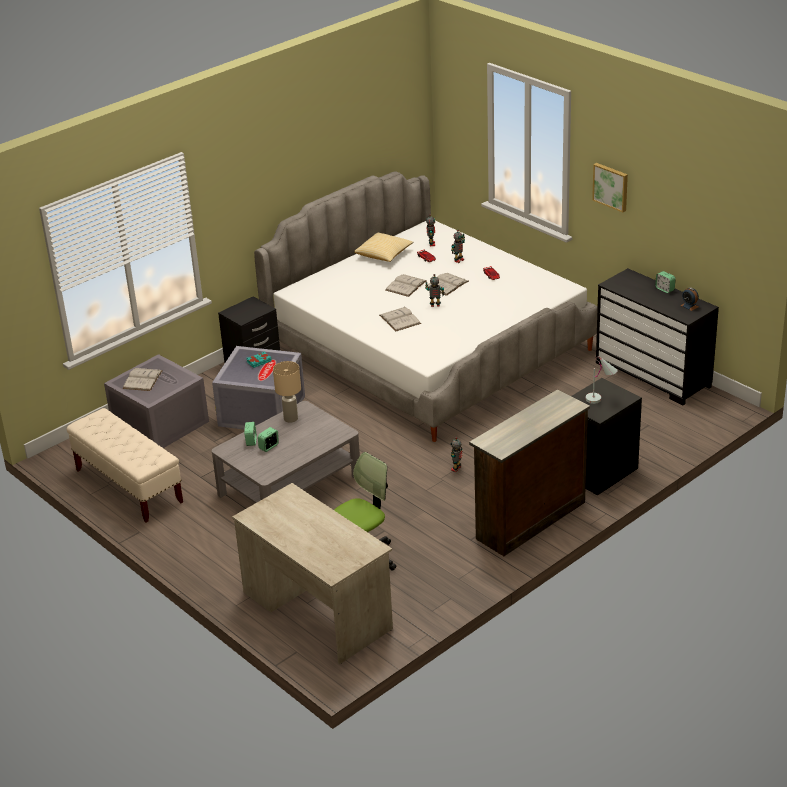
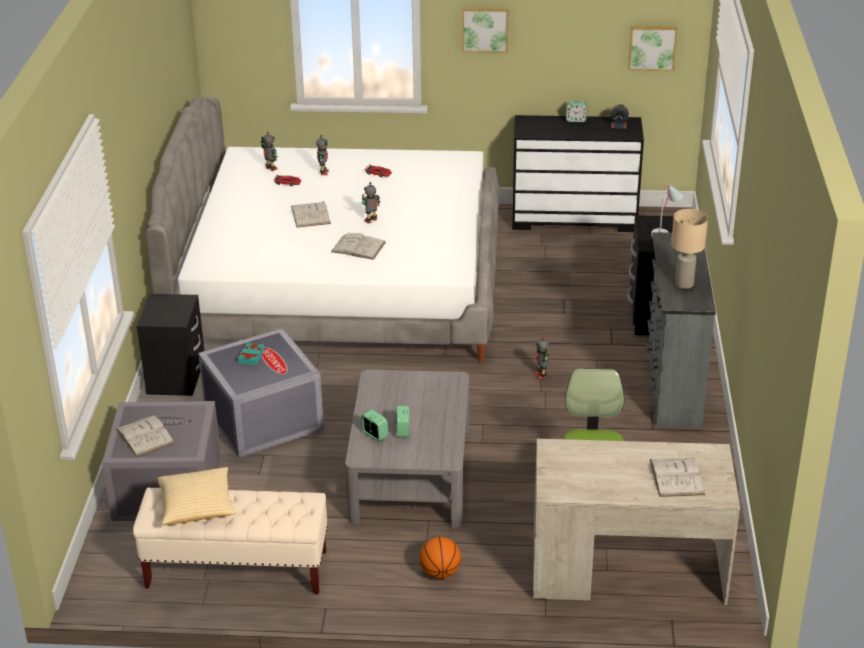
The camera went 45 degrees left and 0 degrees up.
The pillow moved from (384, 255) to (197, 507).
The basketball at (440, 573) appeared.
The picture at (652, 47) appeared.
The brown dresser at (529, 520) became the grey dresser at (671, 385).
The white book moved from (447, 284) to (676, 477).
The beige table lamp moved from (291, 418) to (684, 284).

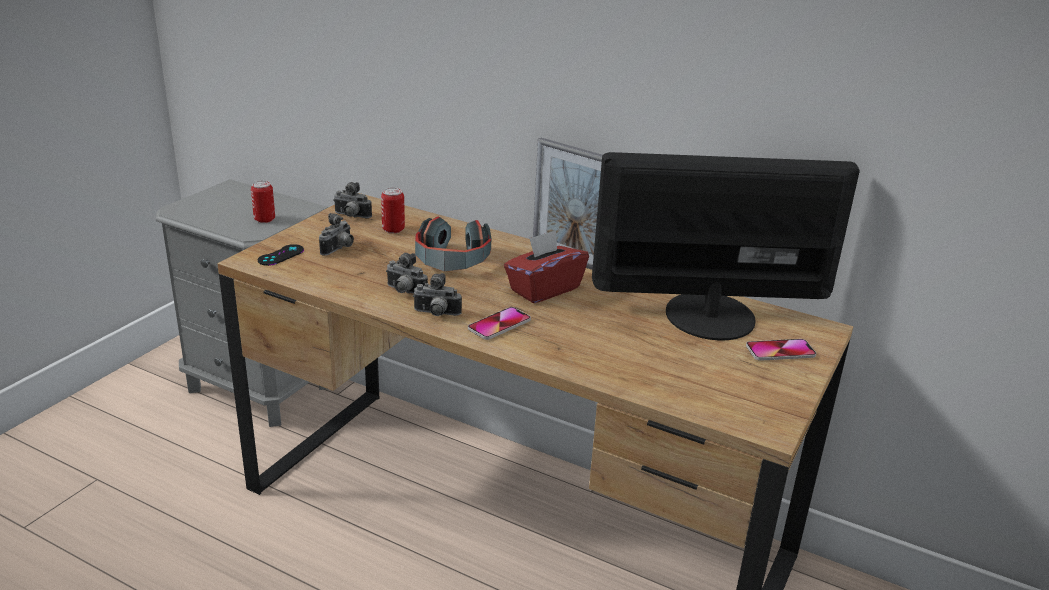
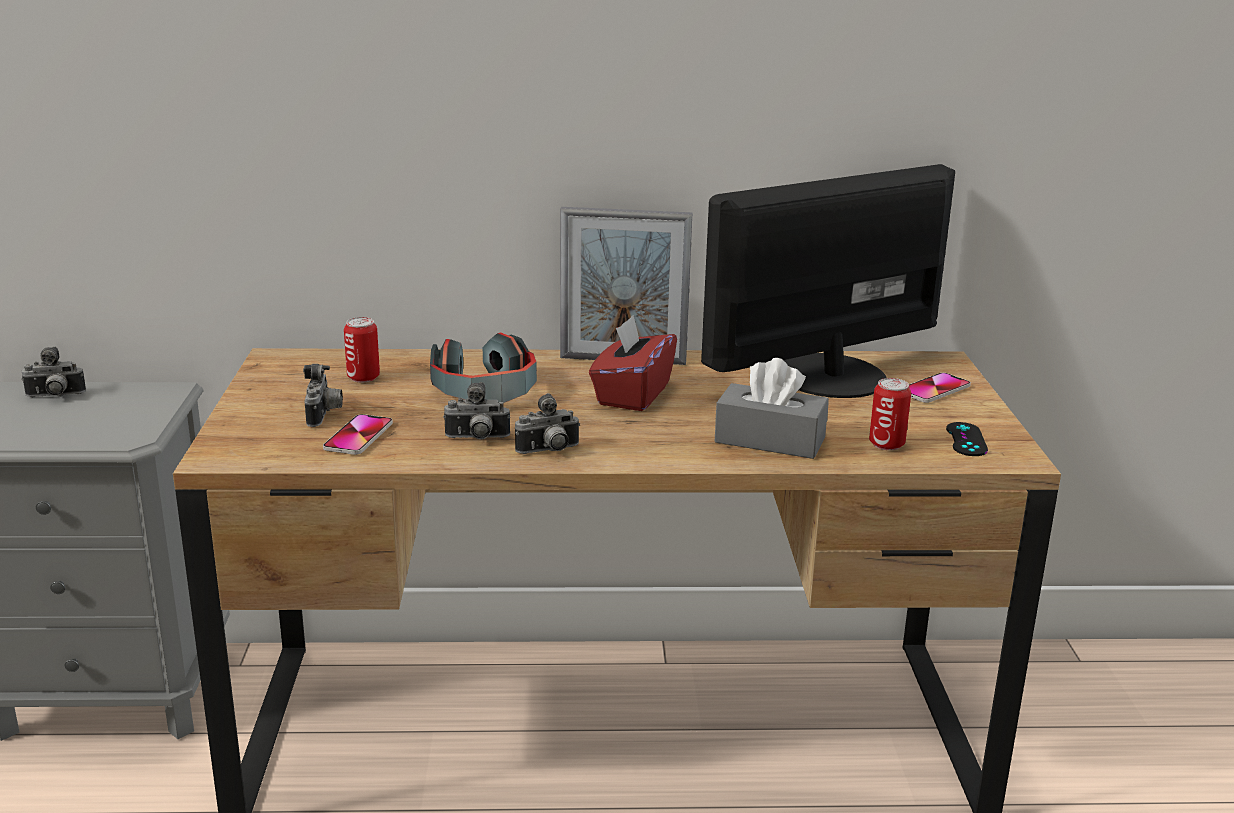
The camera went 30 degrees left and 5 degrees down.
The photo camera moved from (351, 216) to (55, 396).
The phone moved from (499, 325) to (358, 436).
The grey tissue box at (770, 440) appeared.
The can moved from (264, 219) to (886, 444).
The black game controller moved from (281, 255) to (966, 440).

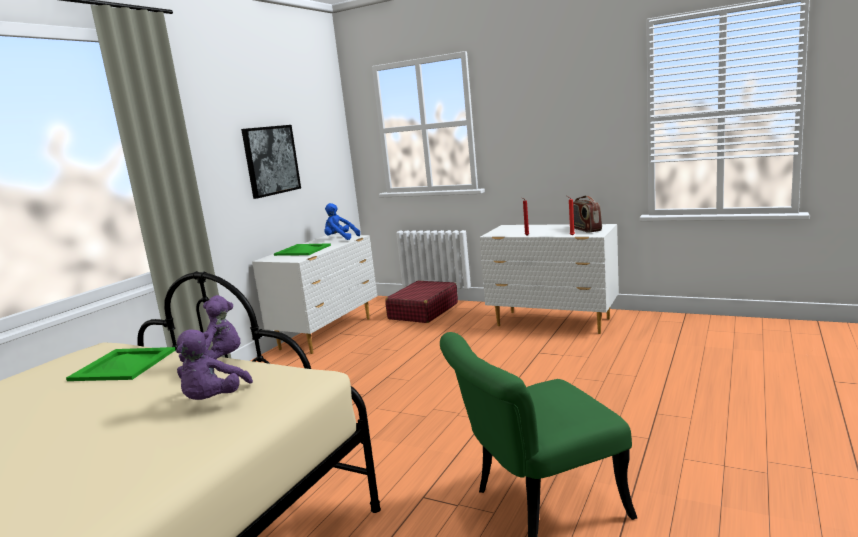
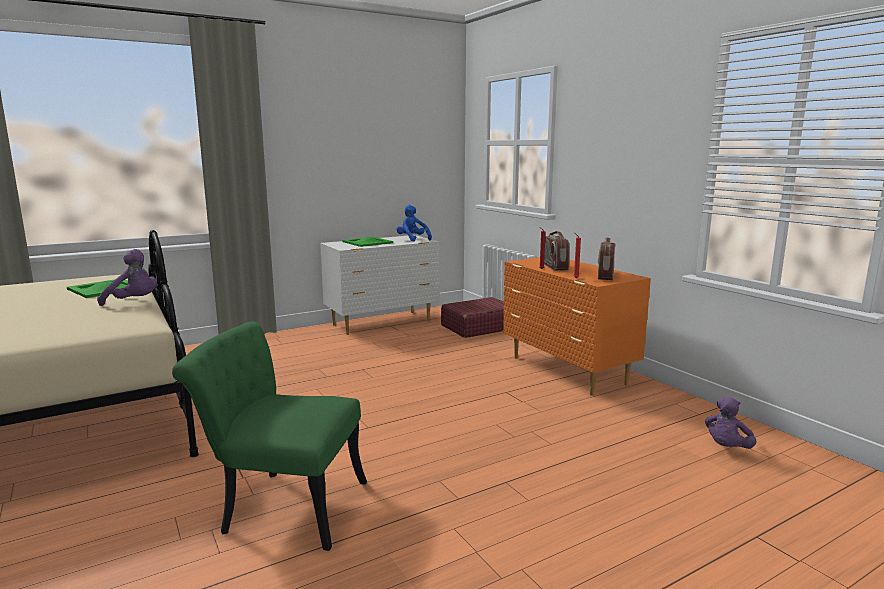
The camera went 30 degrees right and 0 degrees up.
The white dresser at (553, 323) became the orange dresser at (567, 371).
The radio at (554, 267) appeared.
The purple plush toy moved from (214, 401) to (727, 448).
The picture at (271, 160) disappeared.

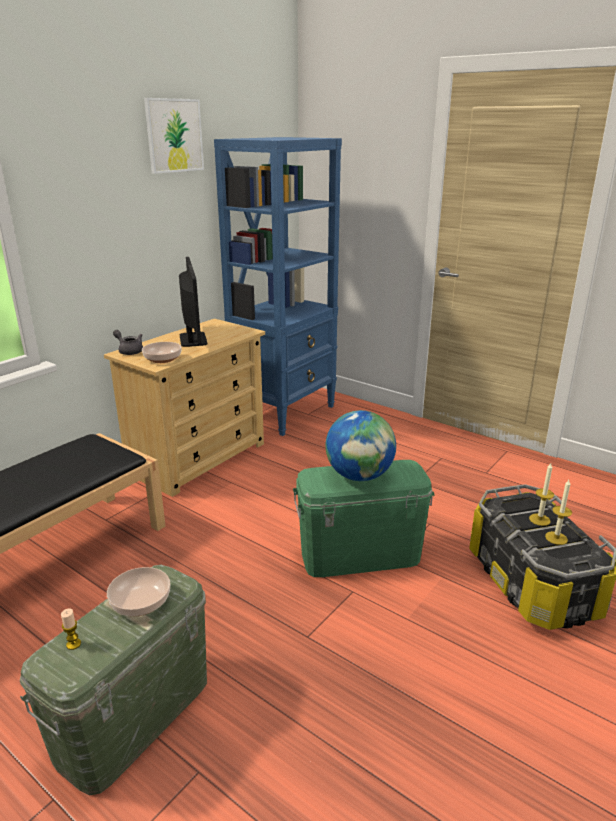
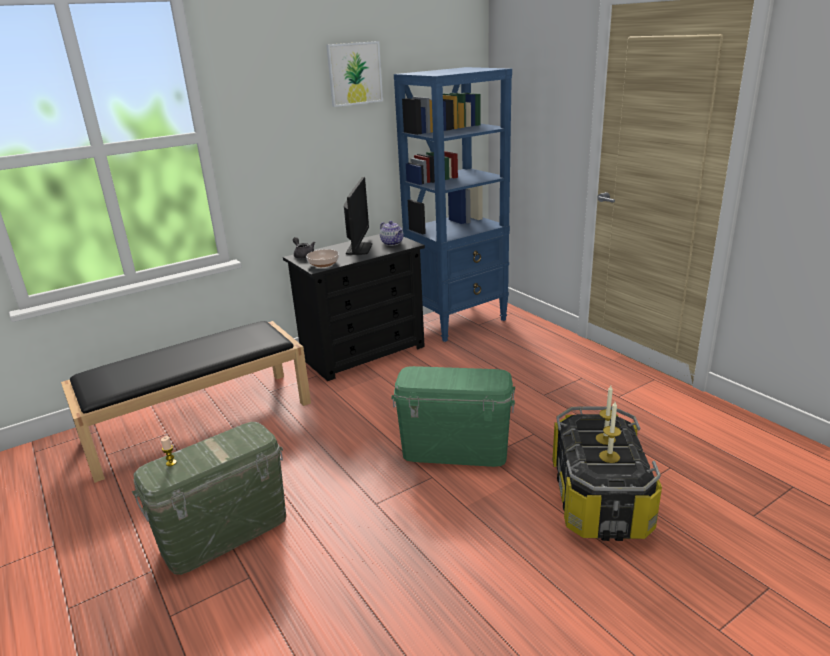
The camera went 20 degrees right and 0 degrees up.
The beige dresser at (198, 458) became the black dresser at (364, 352).
The teapot at (392, 243) appeared.
The bowl at (139, 602) disappeared.
The globe at (359, 476) disappeared.

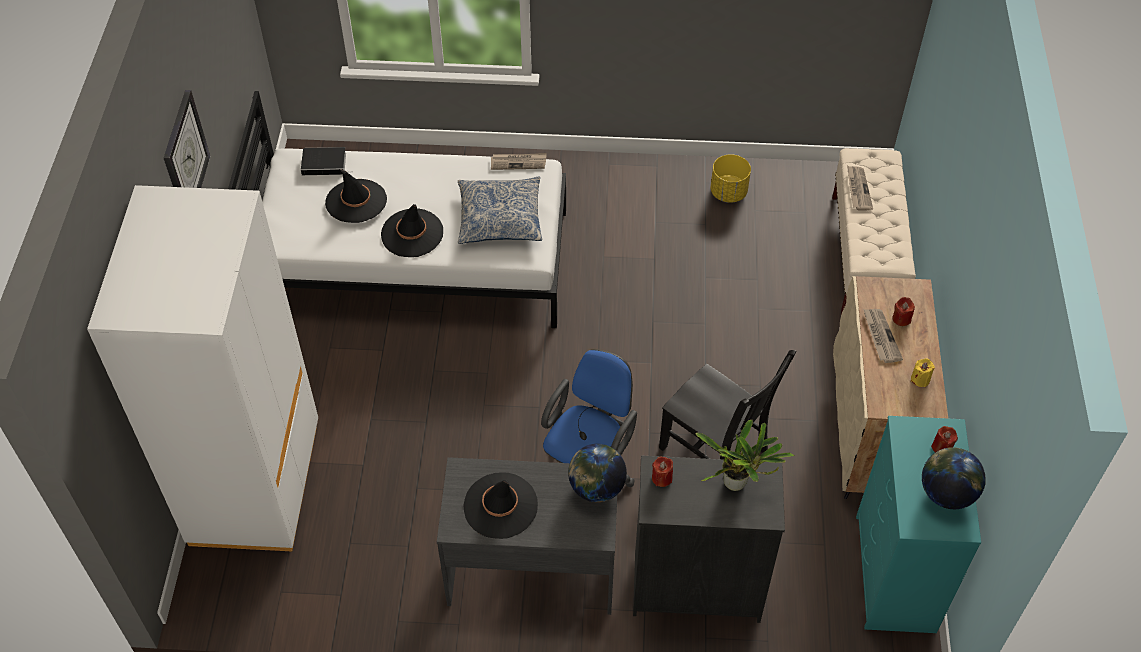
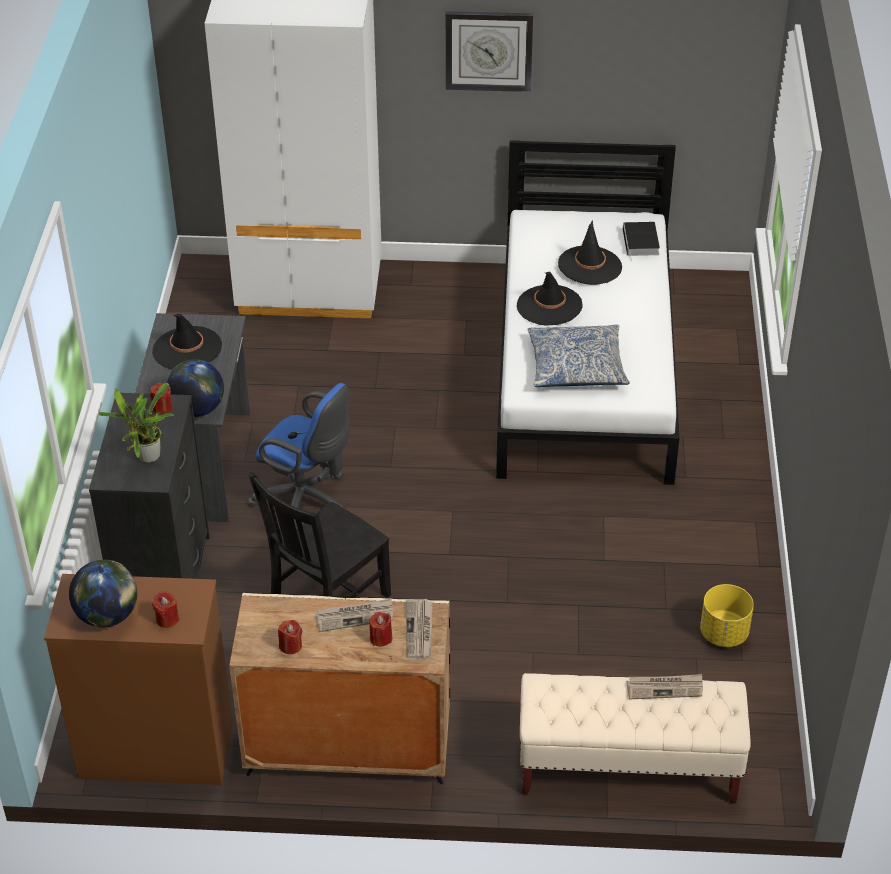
The camera went 90 degrees right and 10 degrees down.
The turquoise dresser at (895, 574) became the brown dresser at (155, 749).
The yellow candle at (920, 379) became the red candle at (290, 646).
The newspaper moved from (518, 162) to (419, 631).

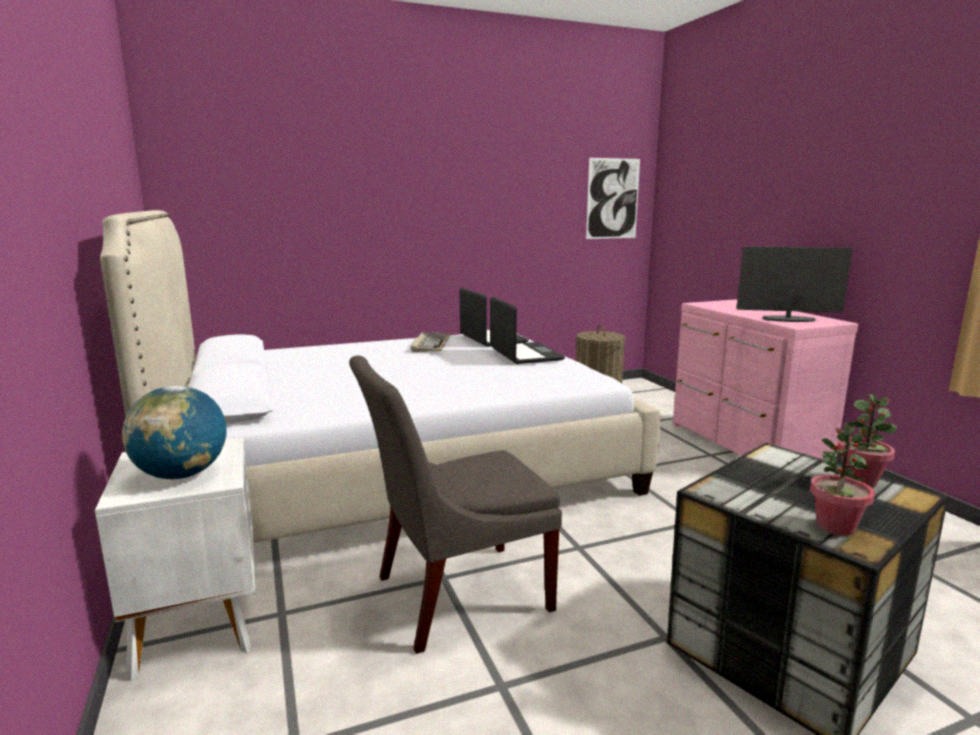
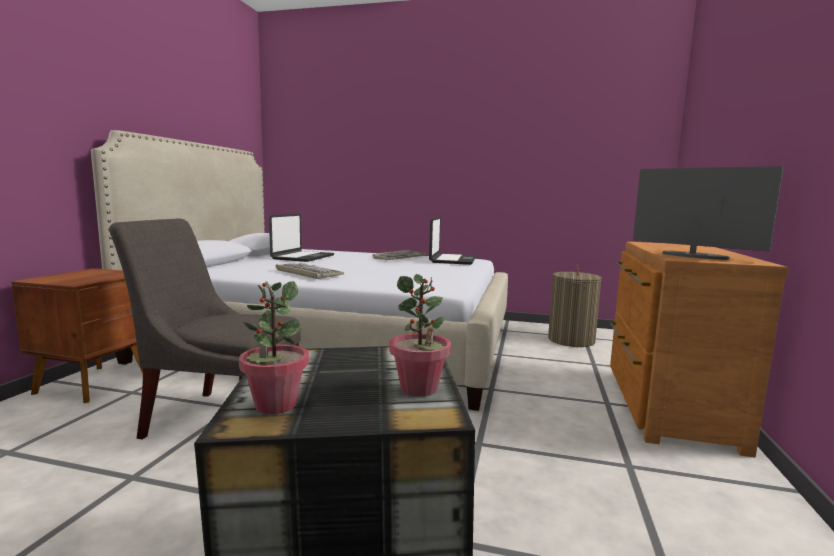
The camera went 35 degrees right and 5 degrees down.
The white nightstand at (198, 625) became the brown nightstand at (96, 383).
The laptop moved from (524, 354) to (302, 257).
The keyboard at (307, 273) appeared.
The pink dresser at (744, 445) became the brown dresser at (665, 406).
The globe at (182, 475) disappeared.
The picture at (613, 198) disappeared.

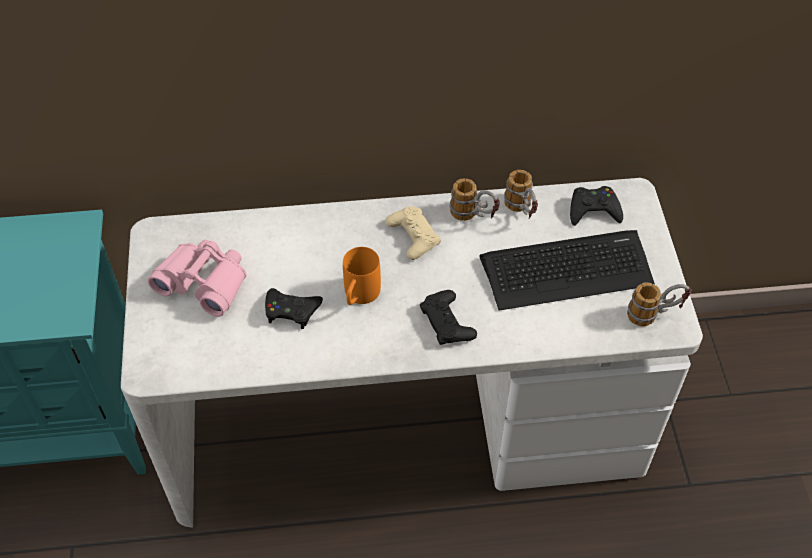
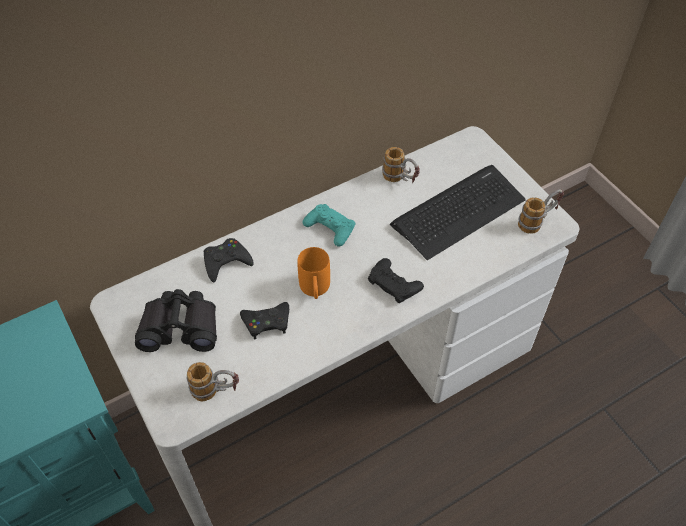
The camera went 25 degrees left and 0 degrees up.
The pink binoculars at (204, 282) became the black binoculars at (180, 327).
The mug moved from (474, 216) to (216, 391).
The black game controller moved from (593, 210) to (226, 262).
The beige game controller at (413, 236) became the turquoise game controller at (330, 228).

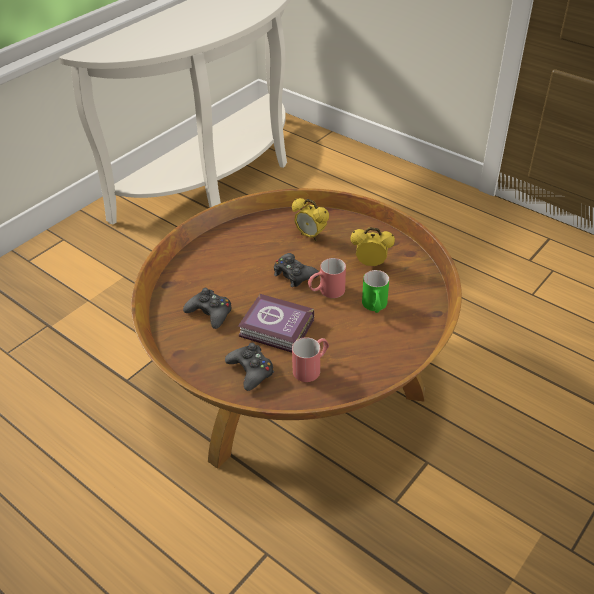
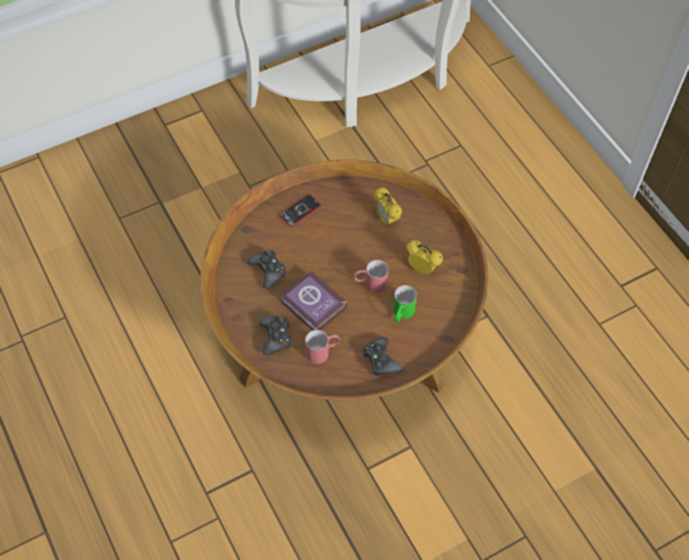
The camera went 20 degrees right and 15 degrees up.
The phone at (300, 211) appeared.
The black game controller moved from (294, 274) to (381, 360).

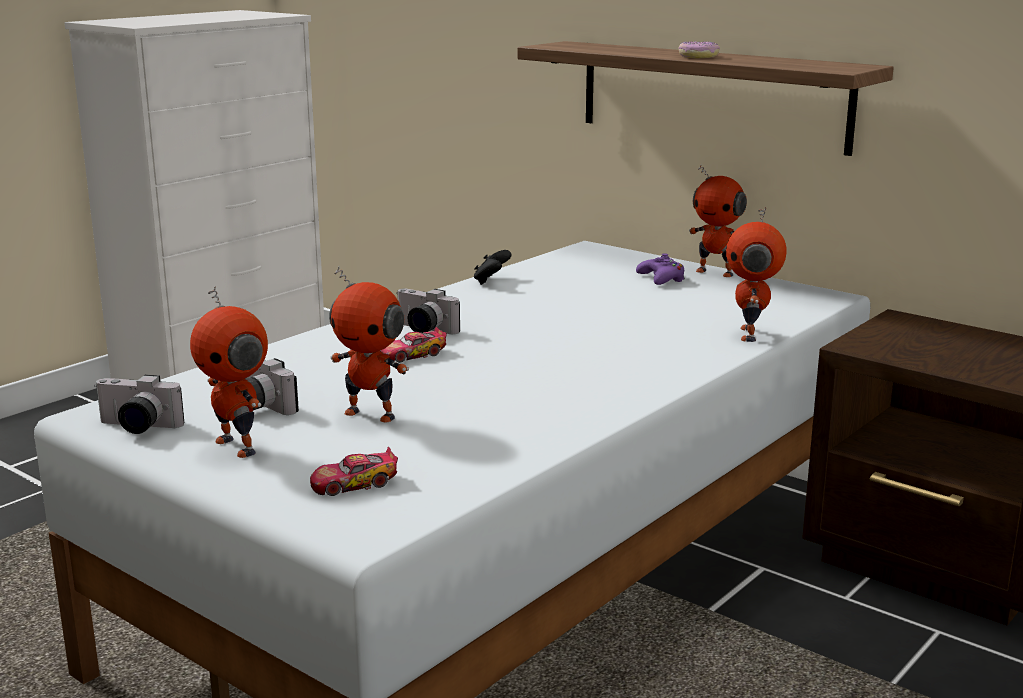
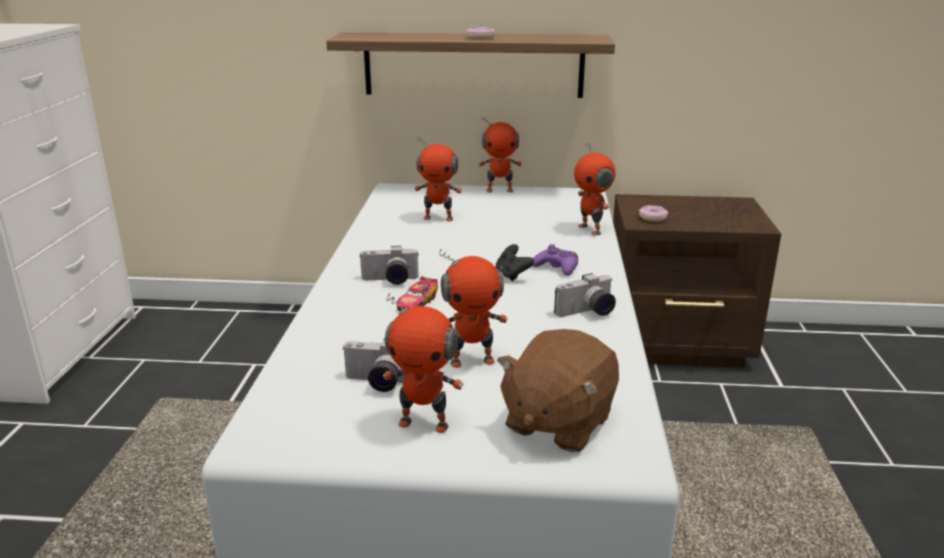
The camera went 35 degrees left and 5 degrees up.
The toy robot at (438, 218) appeared.
The black game controller moved from (491, 281) to (512, 275).
The toy car at (353, 484) was replaced by the brown plush toy at (557, 422).
The purple game controller moved from (661, 279) to (557, 267).
The photo camera moved from (136, 427) to (587, 313).
The donut at (652, 218) appeared.

